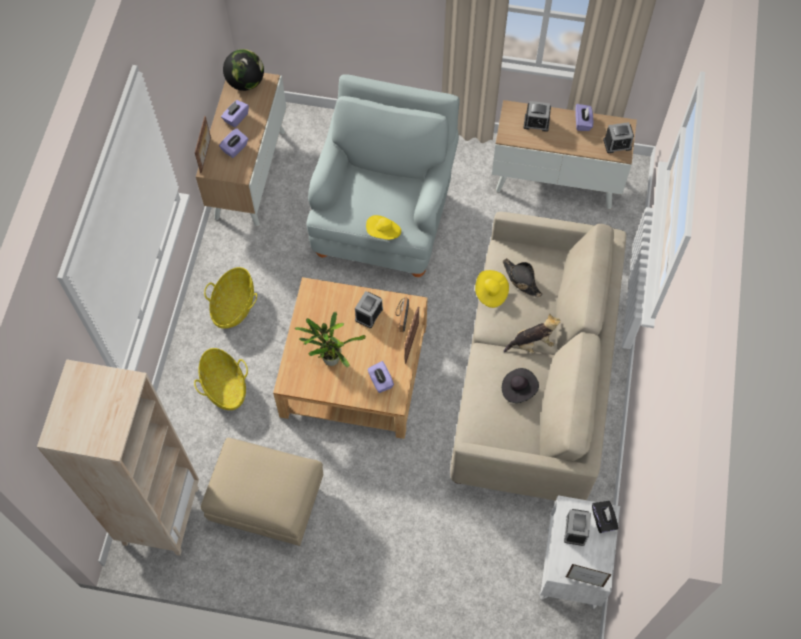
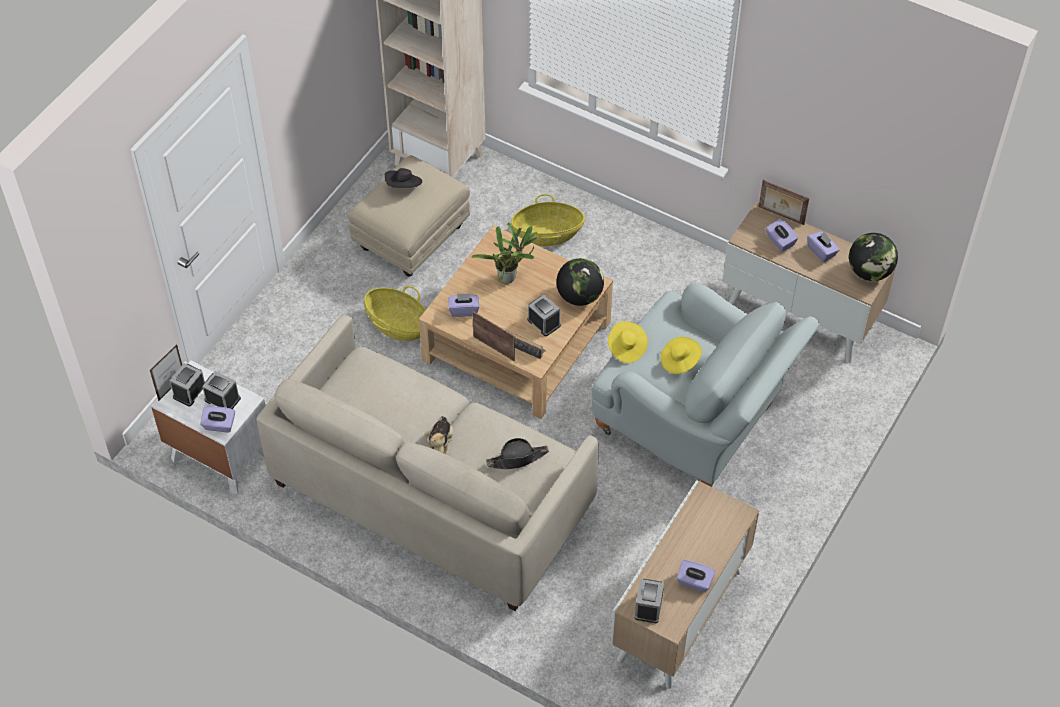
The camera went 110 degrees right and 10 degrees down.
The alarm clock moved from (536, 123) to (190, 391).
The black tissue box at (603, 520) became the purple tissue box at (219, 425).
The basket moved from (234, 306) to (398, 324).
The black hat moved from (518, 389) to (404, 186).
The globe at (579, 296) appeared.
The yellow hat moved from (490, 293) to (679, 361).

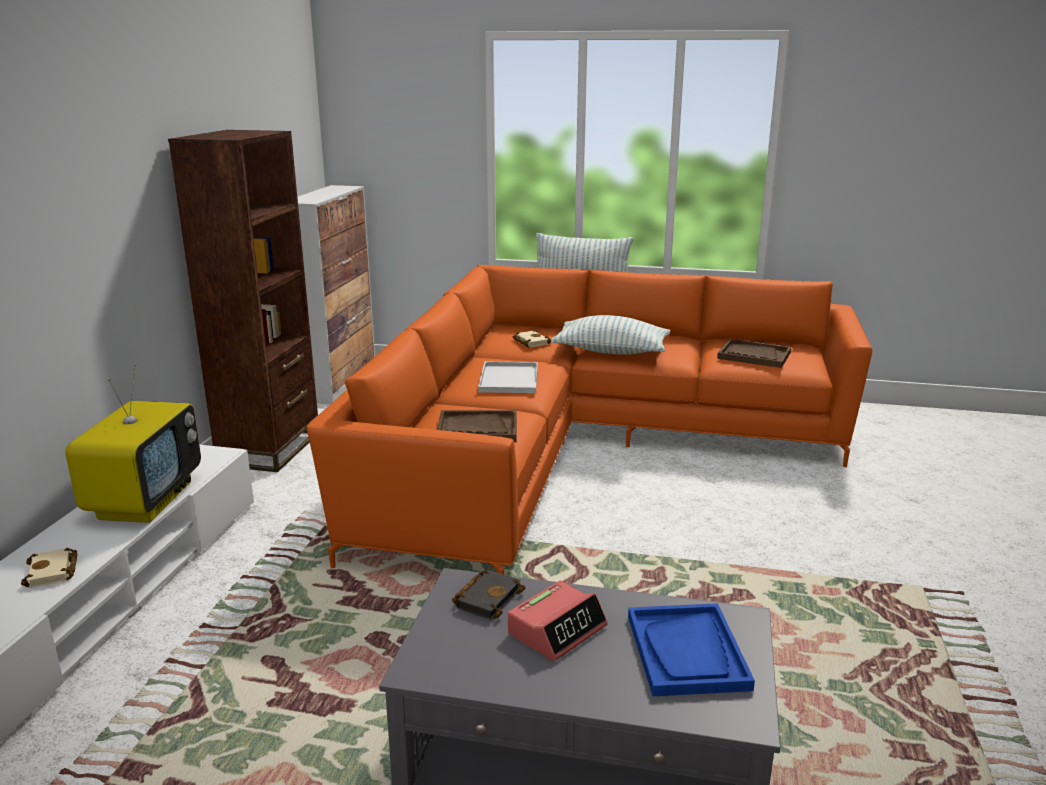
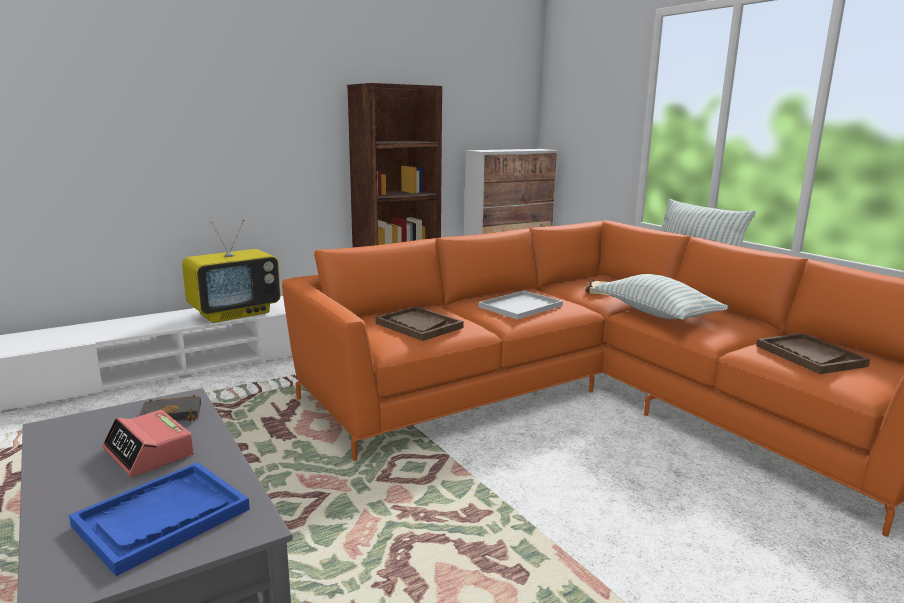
The camera went 45 degrees right and 5 degrees down.
The alarm clock at (557, 630) turned 45 degrees clockwise.
The beige book at (53, 572) disappeared.

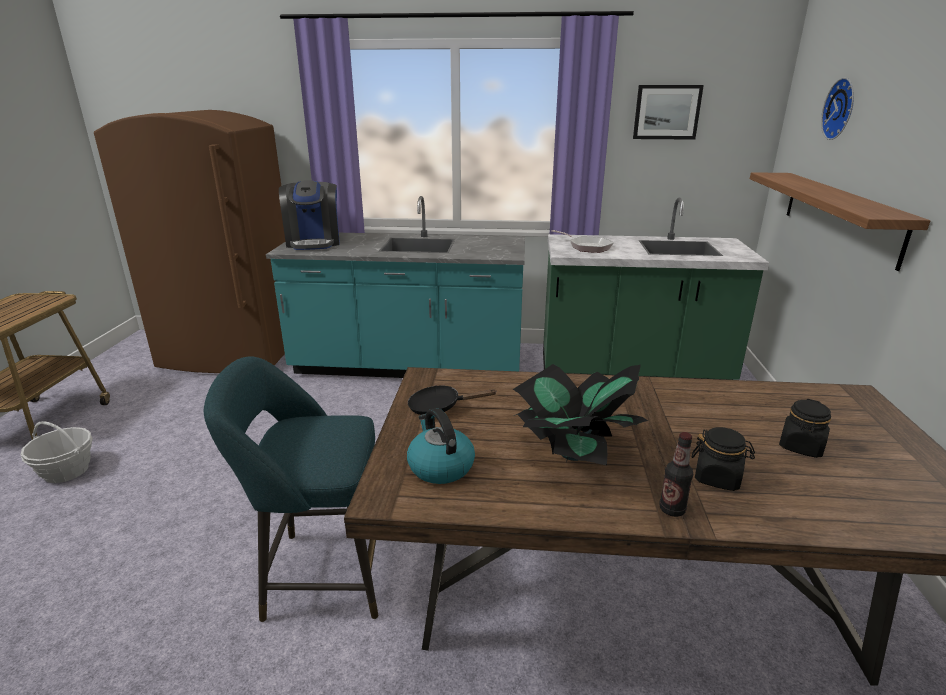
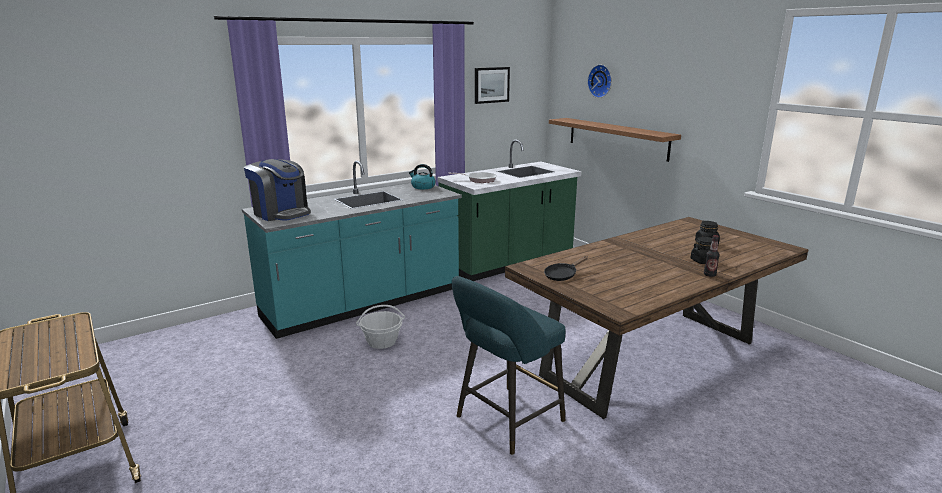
The camera went 40 degrees left and 5 degrees down.
The basket moved from (66, 471) to (382, 342).
The kettle moved from (440, 466) to (422, 187).
The brown fridge at (232, 353) disappeared.
The potted plant at (572, 454) disappeared.

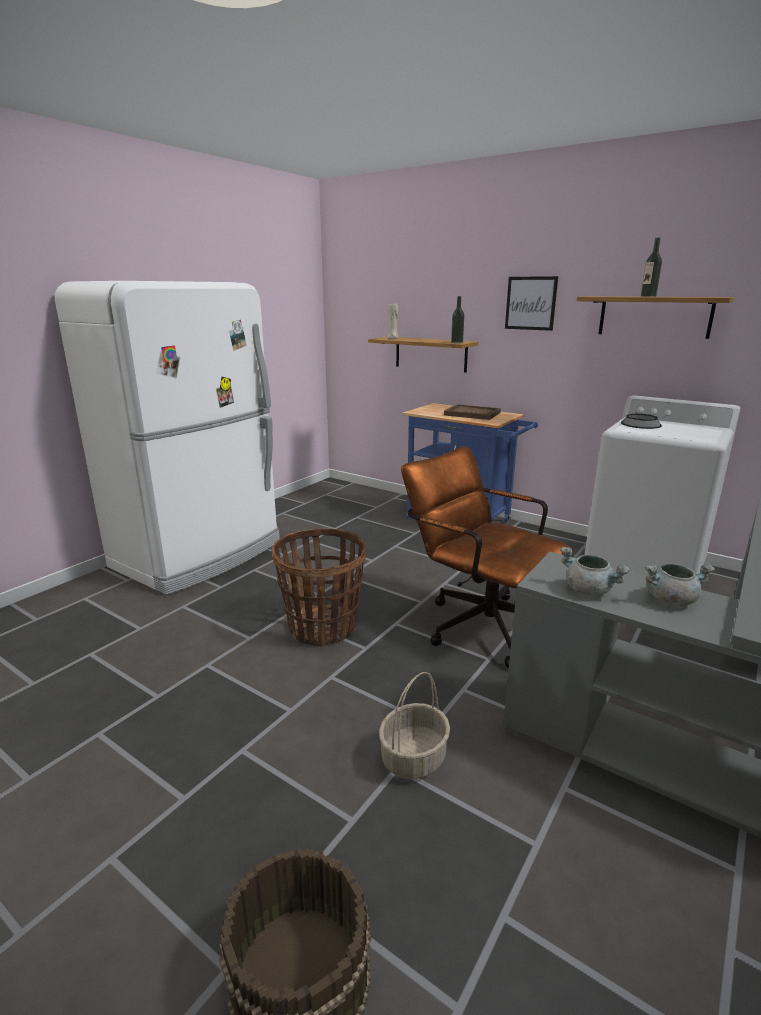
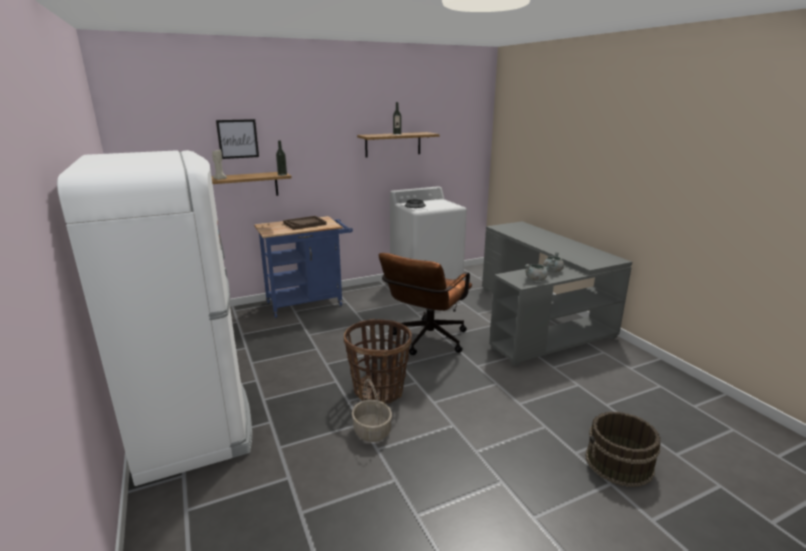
The camera went 60 degrees left and 0 degrees up.
The picture moved from (530, 303) to (238, 139).
The basket moved from (414, 758) to (372, 431).
The brown office chair at (478, 623) turned 45 degrees counterclockwise.

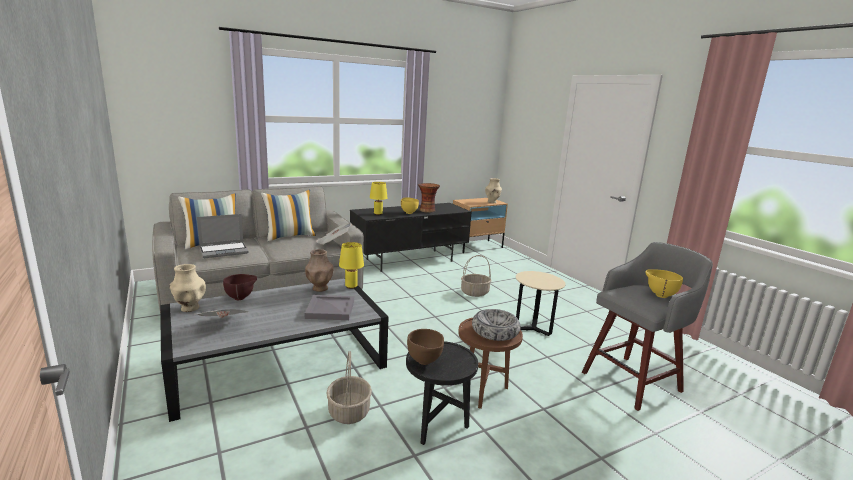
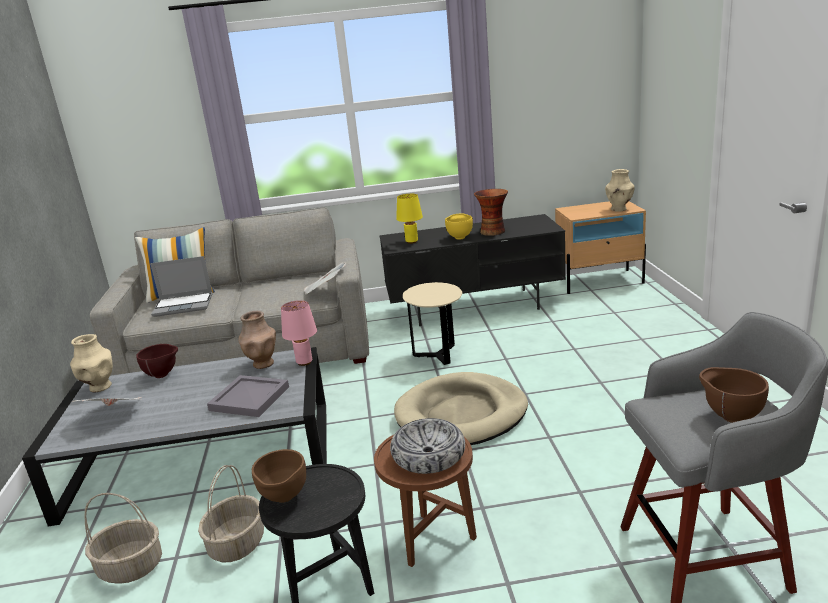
The camera went 25 degrees right and 5 degrees up.
The basket moved from (474, 293) to (130, 567).
The yellow table lamp at (351, 286) became the pink table lamp at (304, 362).
The beige dog bed at (461, 414) appeared.
The beige side table moved from (533, 328) to (438, 355).
The yellow bowl at (659, 295) became the brown bowl at (729, 416).
The pillow at (290, 236) disappeared.

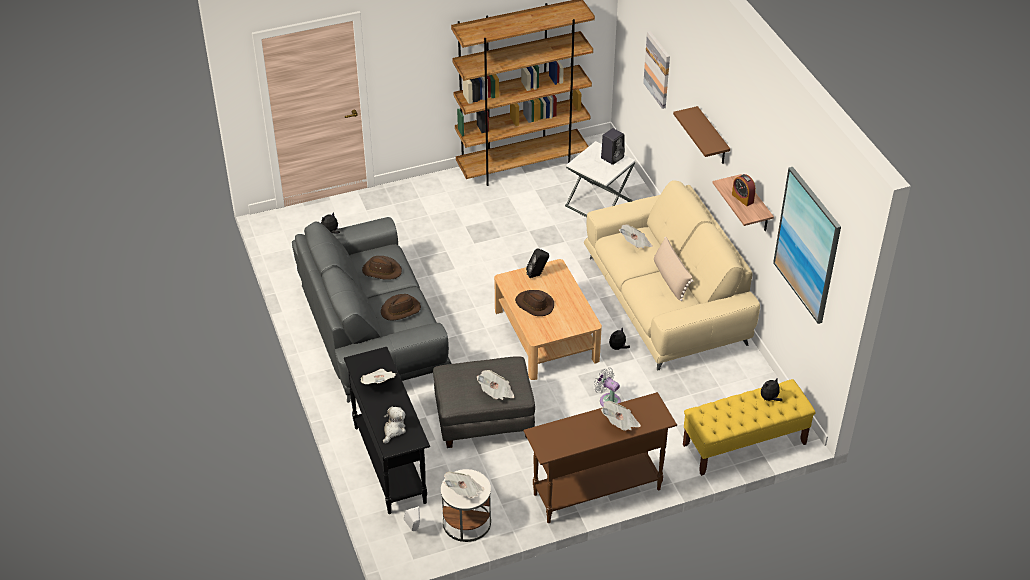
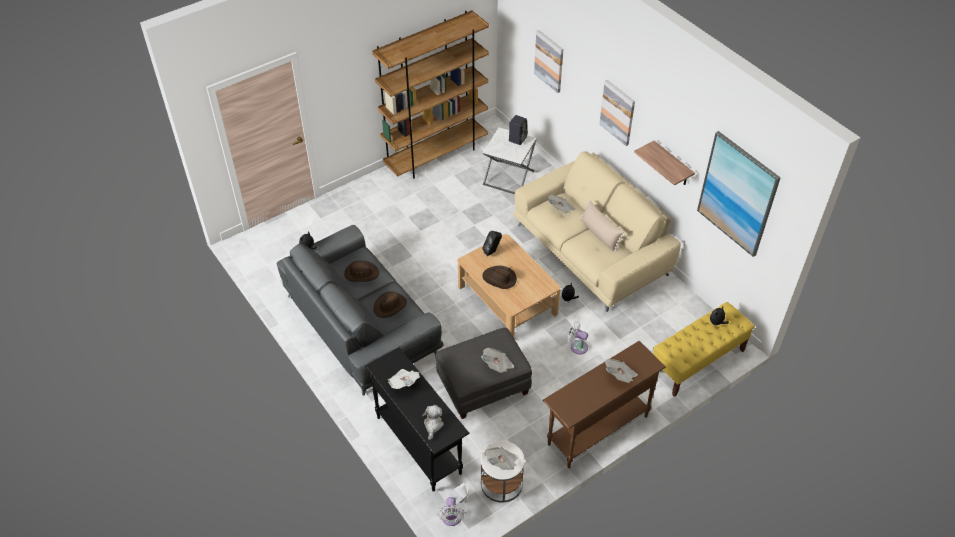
The camera went 15 degrees left and 5 degrees up.
The white fan at (451, 519) appeared.
The brown shelf at (712, 137) was replaced by the picture at (617, 112).
The alarm clock at (742, 198) disappeared.

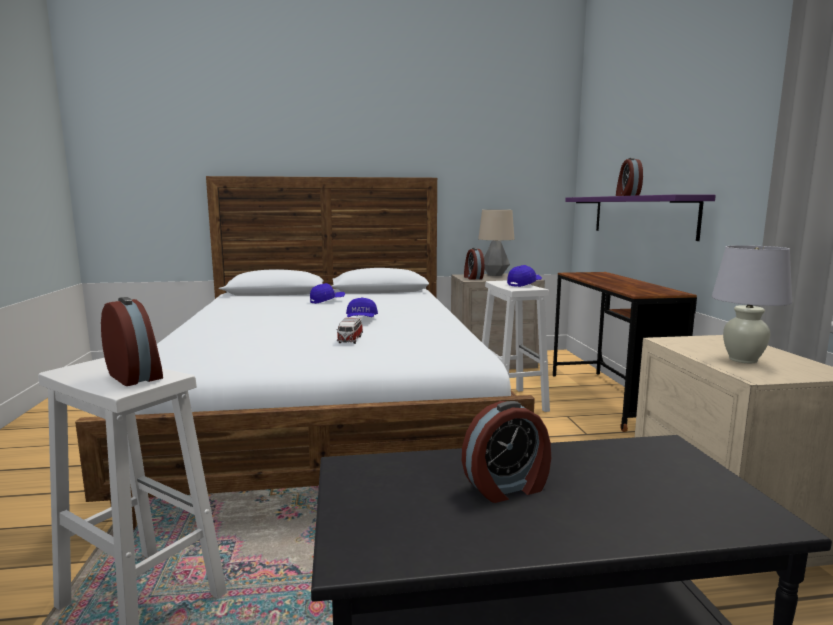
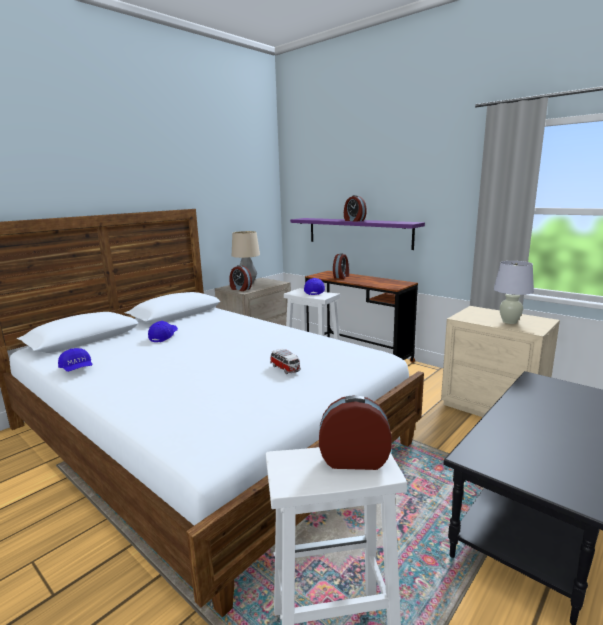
The camera went 40 degrees left and 5 degrees up.
The blue cap moved from (361, 319) to (77, 369).
The alarm clock moved from (507, 487) to (341, 277).

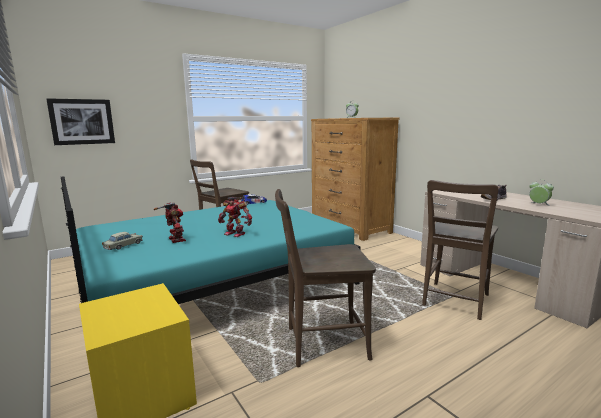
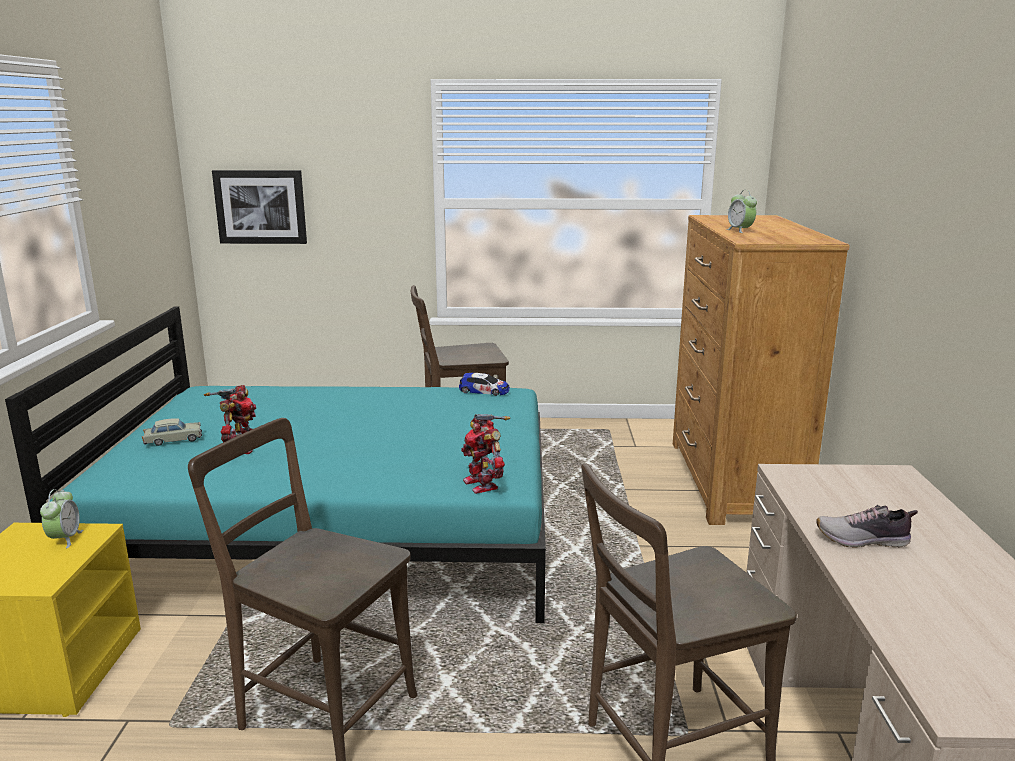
The camera went 35 degrees right and 5 degrees up.
The alarm clock moved from (539, 204) to (65, 539).
The toy robot moved from (235, 233) to (483, 484).

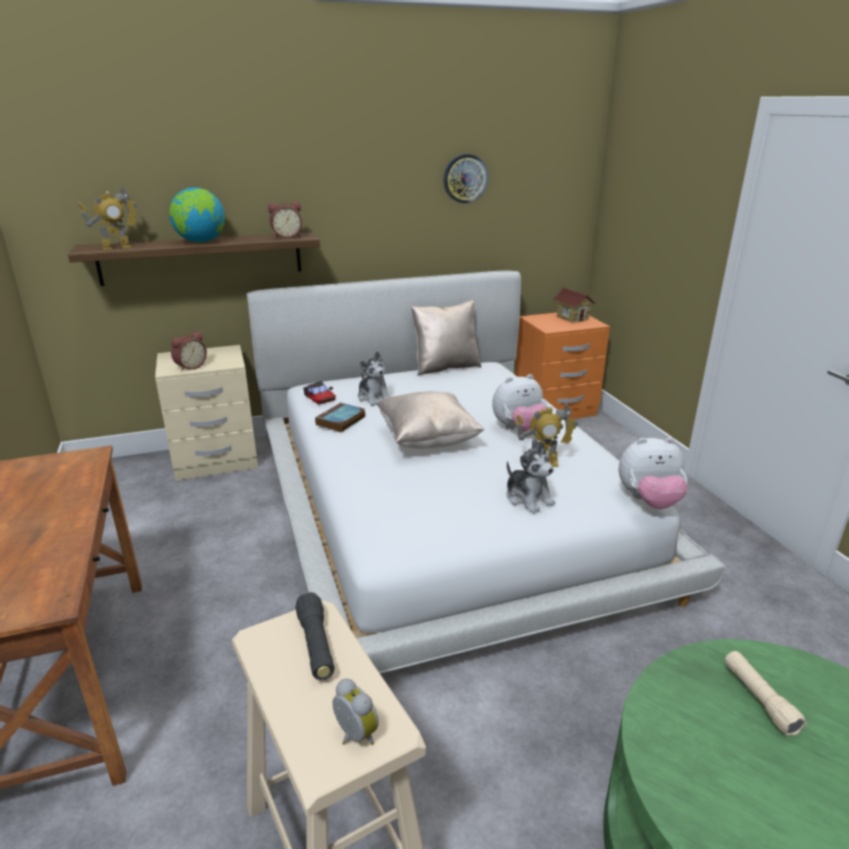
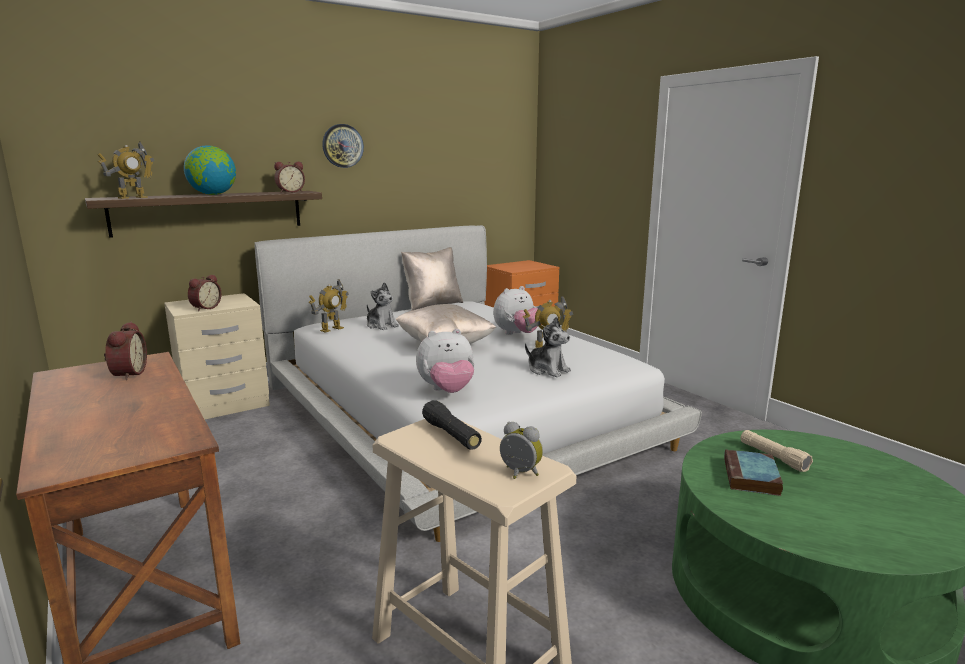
The camera went 15 degrees left and 10 degrees down.
The alarm clock at (127, 374) appeared.
The toy car at (319, 397) was replaced by the toy robot at (331, 329).
The wall clock moved from (465, 178) to (342, 146).
The plush toy moved from (649, 501) to (447, 391).
The book moved from (340, 421) to (752, 478).
The toy house at (572, 318) disappeared.

